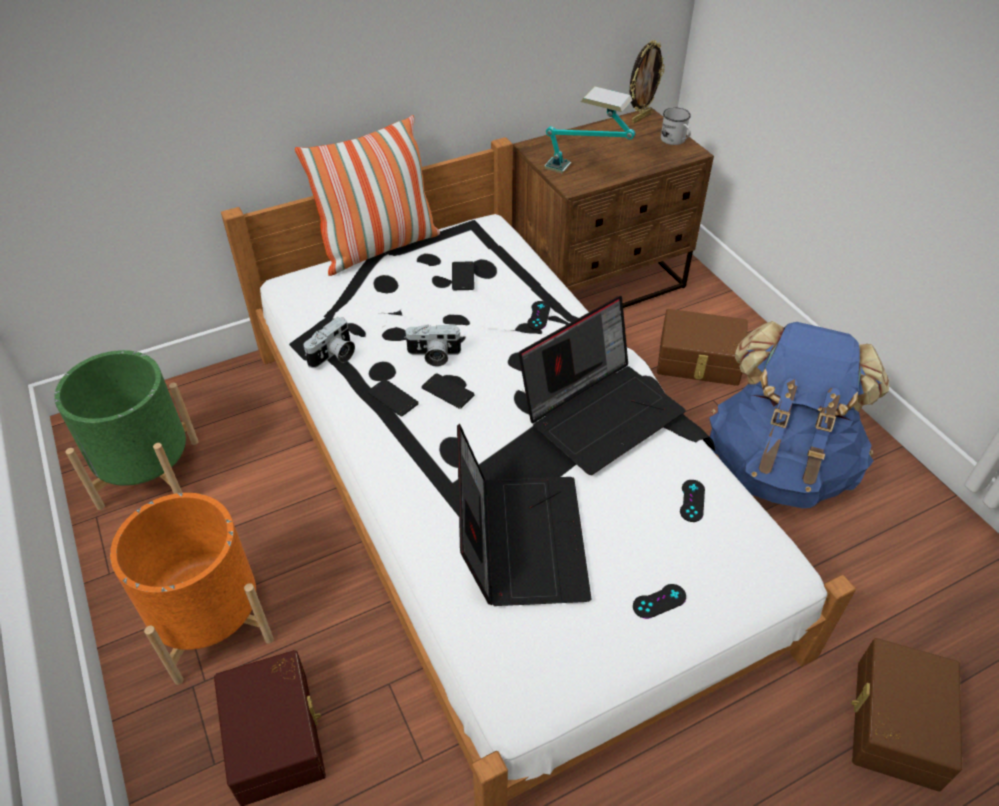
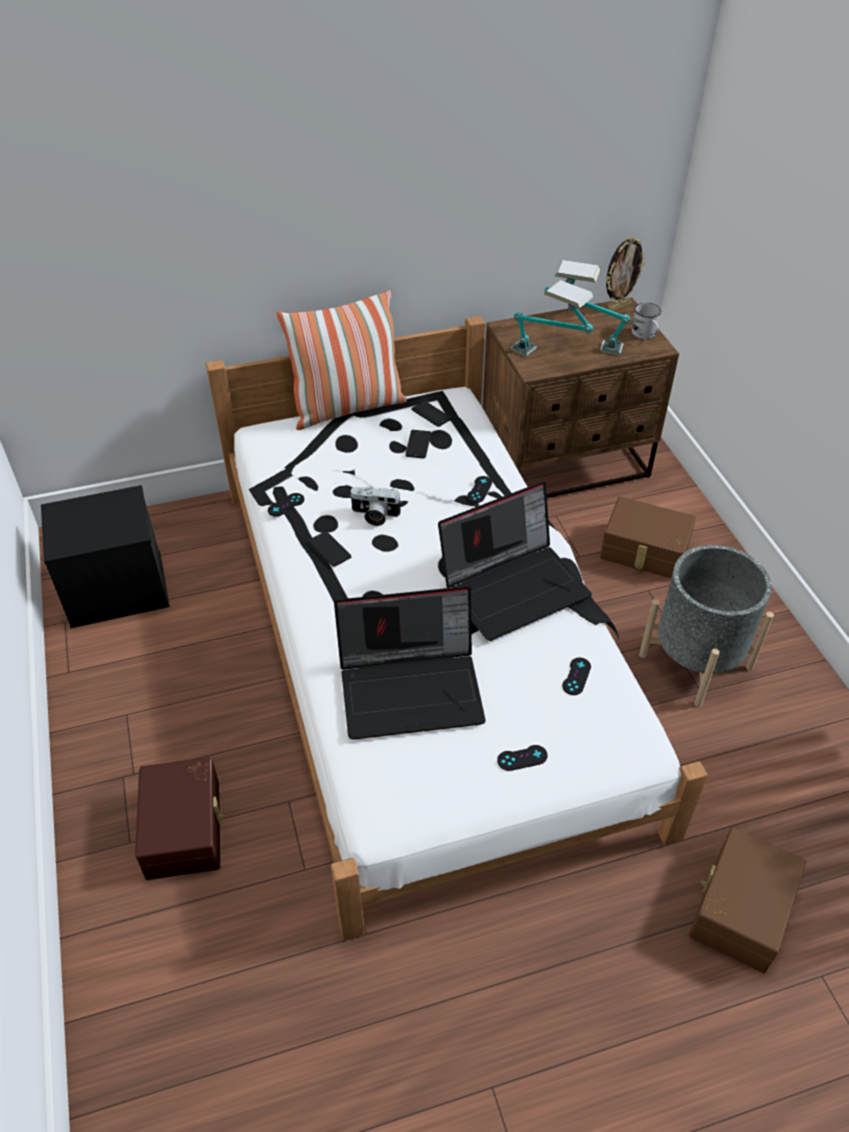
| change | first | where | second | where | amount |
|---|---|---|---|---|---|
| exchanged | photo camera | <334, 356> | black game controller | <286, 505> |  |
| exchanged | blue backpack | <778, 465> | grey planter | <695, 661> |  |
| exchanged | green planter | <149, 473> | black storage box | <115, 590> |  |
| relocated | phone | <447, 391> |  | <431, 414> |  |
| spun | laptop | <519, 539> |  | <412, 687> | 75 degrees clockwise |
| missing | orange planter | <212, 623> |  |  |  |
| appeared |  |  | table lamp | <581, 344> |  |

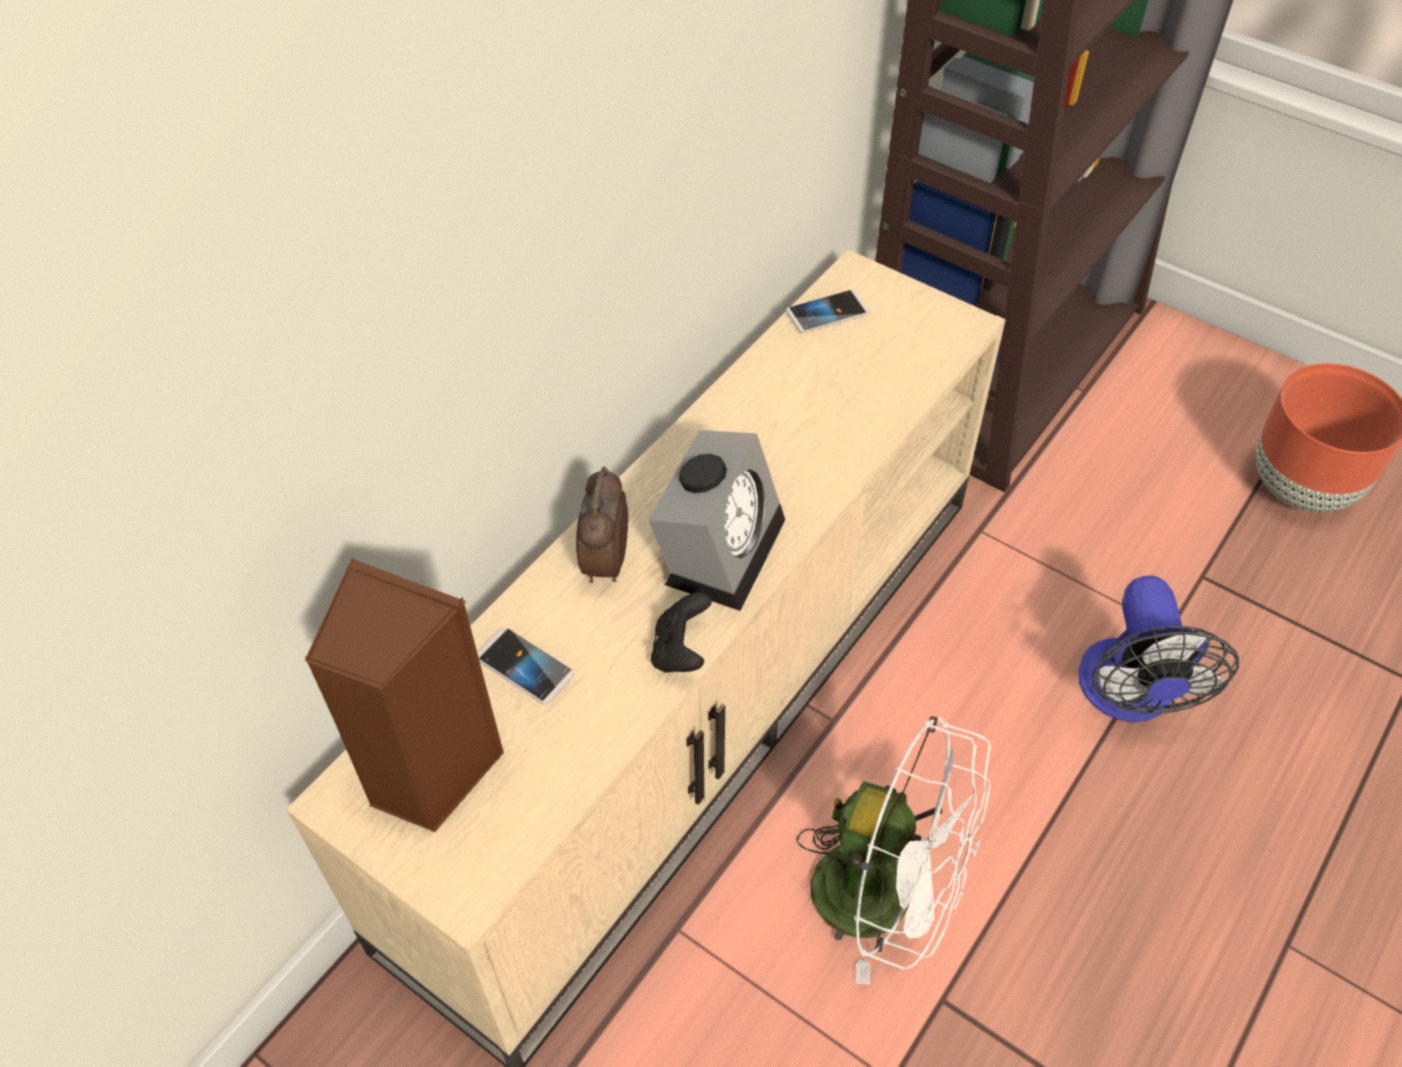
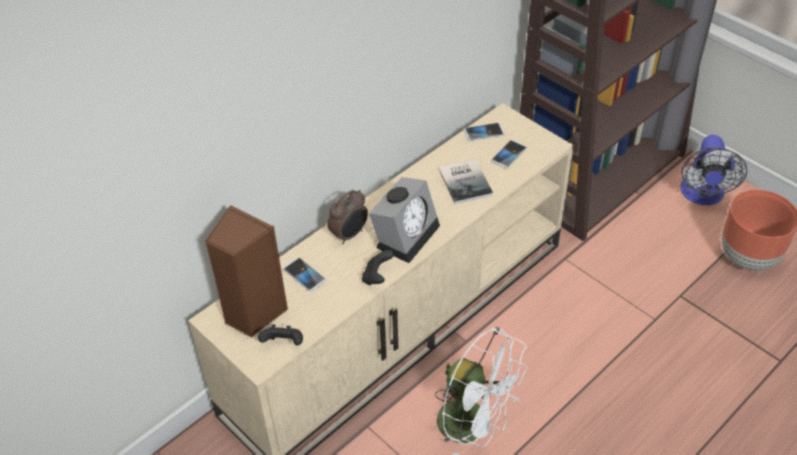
| change | first | where | second | where | amount |
|---|---|---|---|---|---|
| spun | alarm clock | <604, 563> |  | <350, 235> | 150 degrees counterclockwise |
| relocated | fan | <1129, 697> |  | <702, 195> |  |
| appeared |  |  | phone | <508, 154> |  |
| appeared |  |  | book | <466, 181> |  |
| appeared |  |  | black game controller | <283, 344> |  |

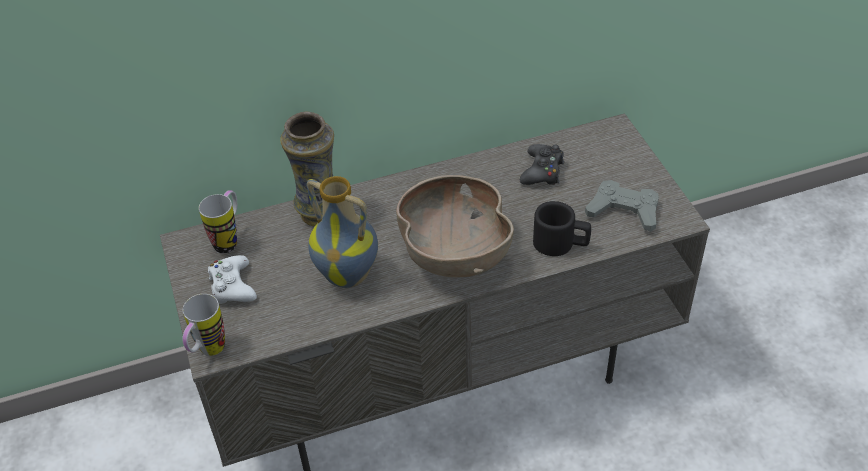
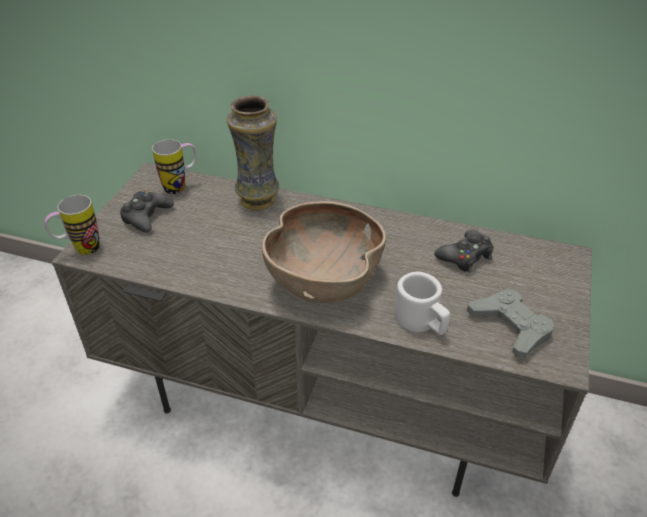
| change | first | where | second | where | amount |
|---|---|---|---|---|---|
| missing | vase | <349, 274> |  |  |  |
| colour | black mug | <561, 243> | white mug | <422, 322> |  |
| colour | white game controller | <232, 286> | black game controller | <146, 216> |  |

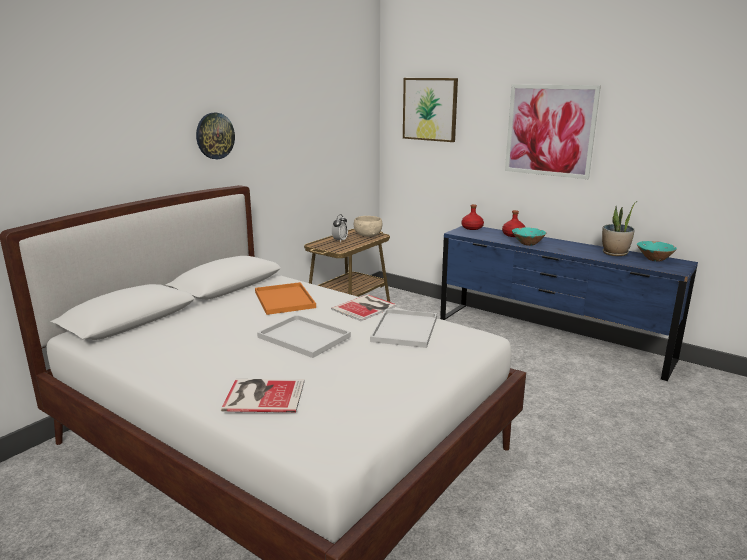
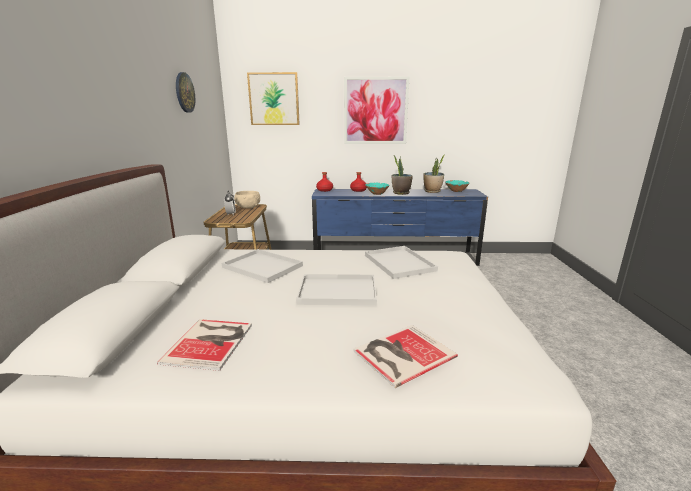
| change | first | where | second | where | amount |
|---|---|---|---|---|---|
| relocated | wall clock | <214, 136> |  | <184, 92> |  |
| colour | orange tray | <285, 300> | white tray | <264, 266> |  |
| relocated | book | <366, 308> |  | <211, 342> |  |
| appeared |  |  | potted plant | <401, 193> |  |

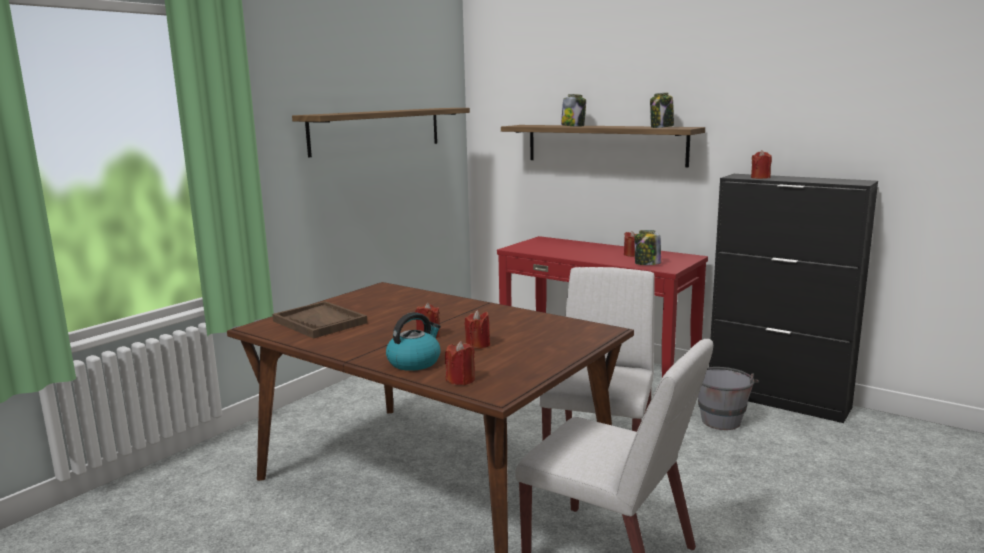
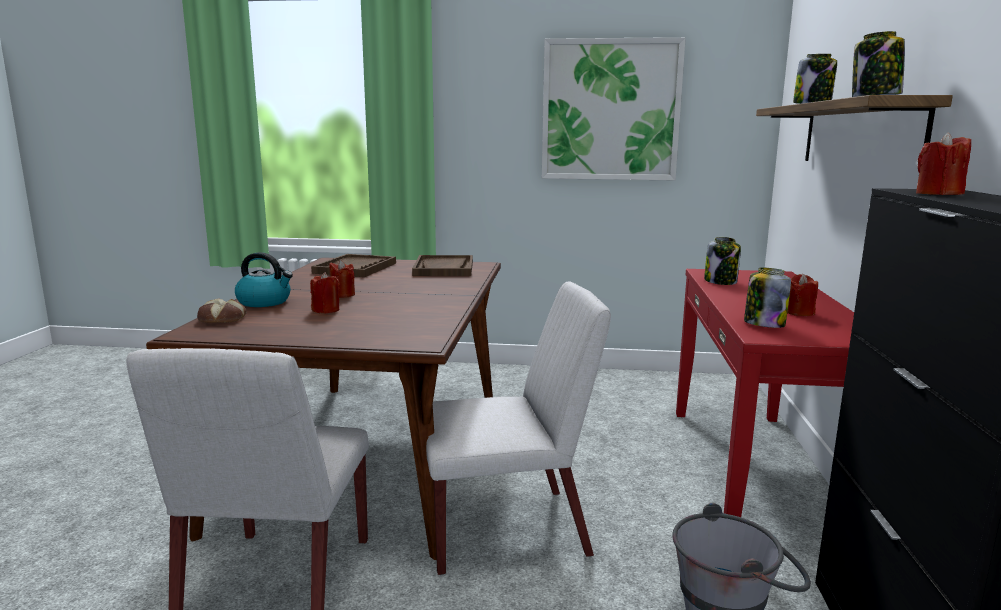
| change | first | where | second | where | amount |
|---|---|---|---|---|---|
| exchanged | shelf | <377, 130> | picture | <610, 110> |  |
| exchanged | red candle | <461, 380> | bread | <221, 319> |  |
| appeared |  |  | jar | <721, 281> |  |
| appeared |  |  | brown tray | <444, 268> |  |

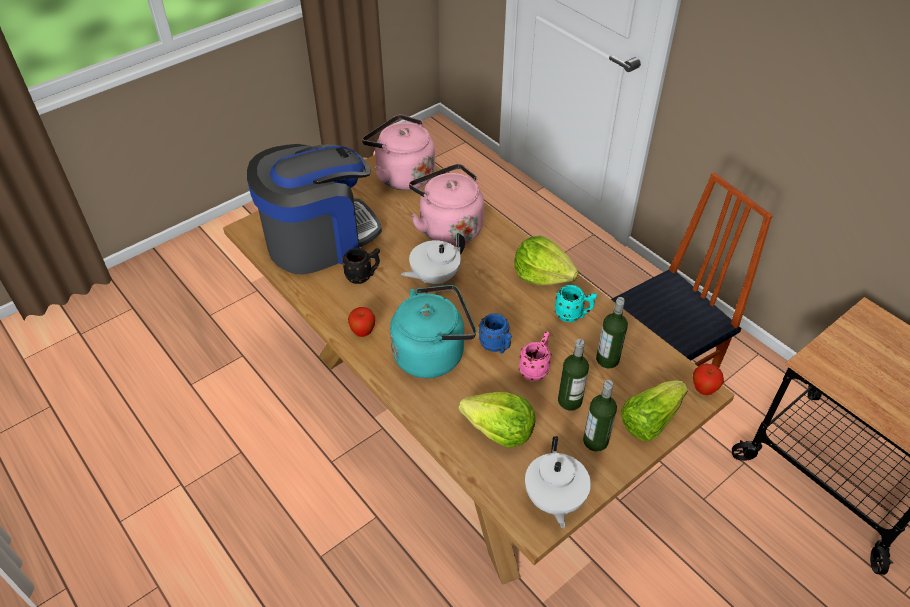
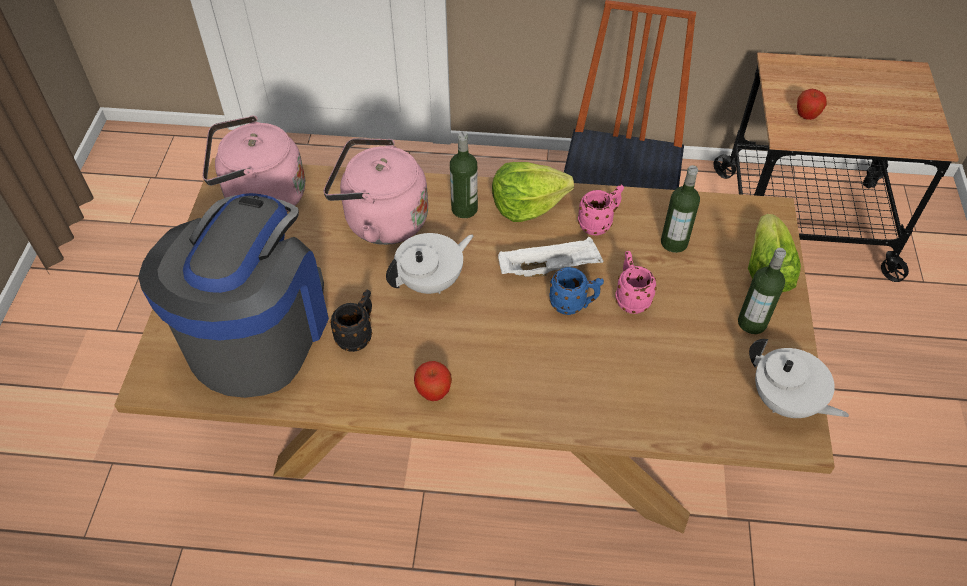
| change | first | where | second | where | amount |
|---|---|---|---|---|---|
| spun | white teapot | <434, 277> |  | <431, 281> | 135 degrees counterclockwise |
| missing | turquoise kettle | <433, 353> |  |  |  |
| colour | turquoise mug | <573, 315> | pink mug | <599, 223> |  |
| relocated | bottle | <569, 401> |  | <464, 209> |  |
| relocated | apple | <703, 389> |  | <806, 116> |  |
| missing | lettuce | <499, 431> |  |  |  |
| appeared |  |  | white tray | <550, 268> |  |

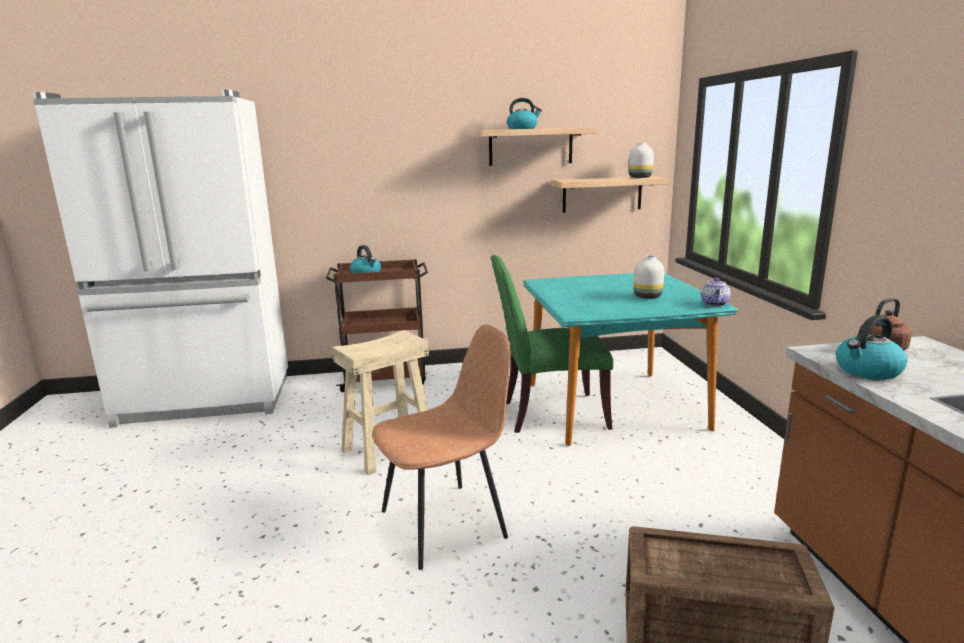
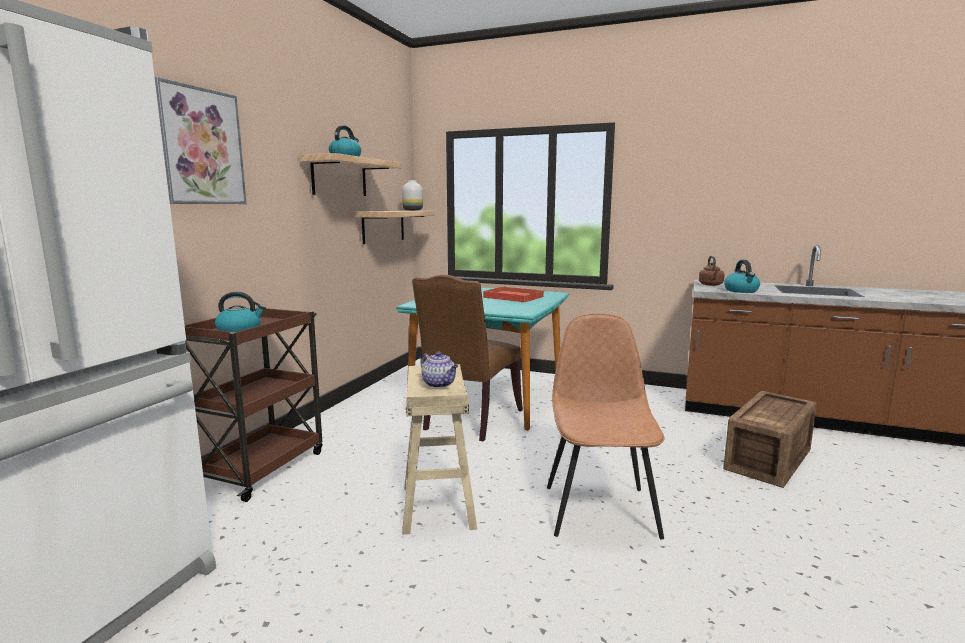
| change | first | where | second | where | amount |
|---|---|---|---|---|---|
| colour | green chair | <549, 414> | brown chair | <470, 421> |  |
| exchanged | white vase | <646, 296> | red tray | <512, 297> |  |
| relocated | teapot | <715, 304> |  | <439, 384> |  |
| appeared |  |  | picture | <200, 147> |  |

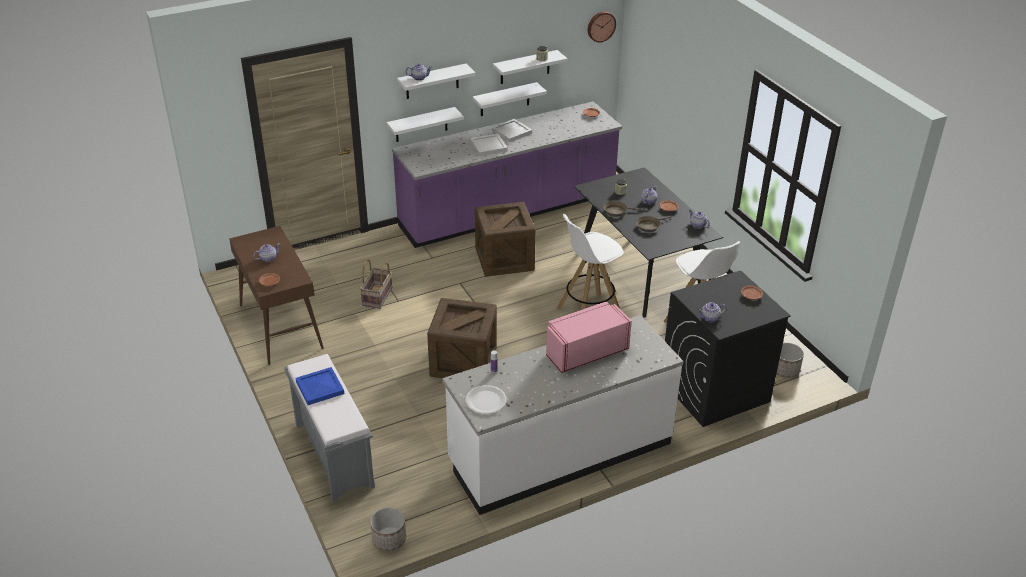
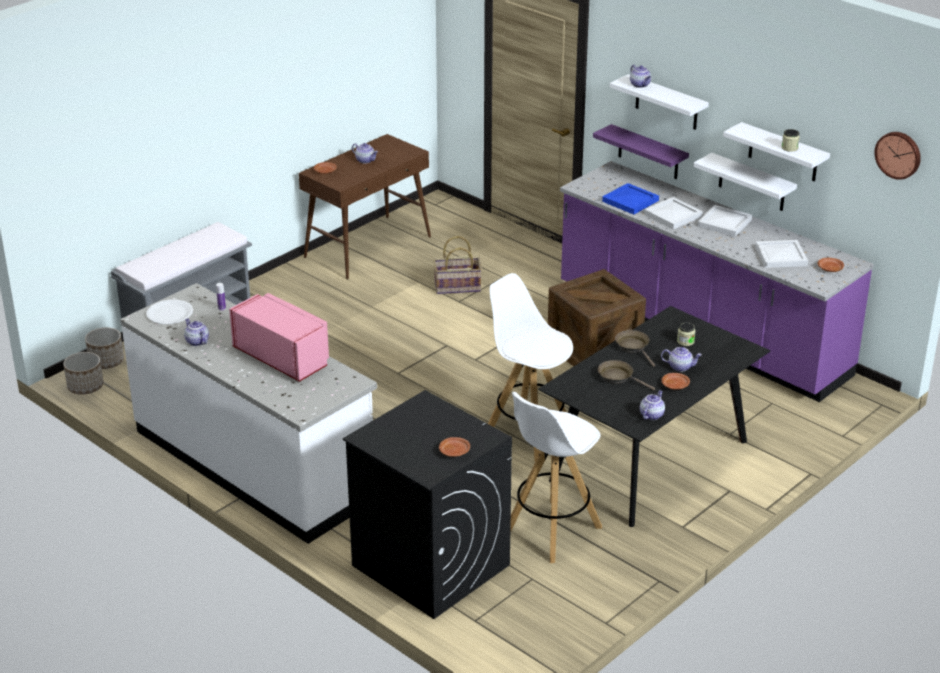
| change | first | where | second | where | amount |
|---|---|---|---|---|---|
| colour | white shelf | <421, 125> | purple shelf | <648, 153> |  |
| missing | crate | <463, 362> |  |  |  |
| relocated | teapot | <709, 318> |  | <196, 341> |  |
| relocated | planter | <785, 370> |  | <106, 361> |  |
| relocated | blue tray | <319, 388> |  | <629, 201> |  |
| appeared |  |  | white tray | <781, 256> |  |

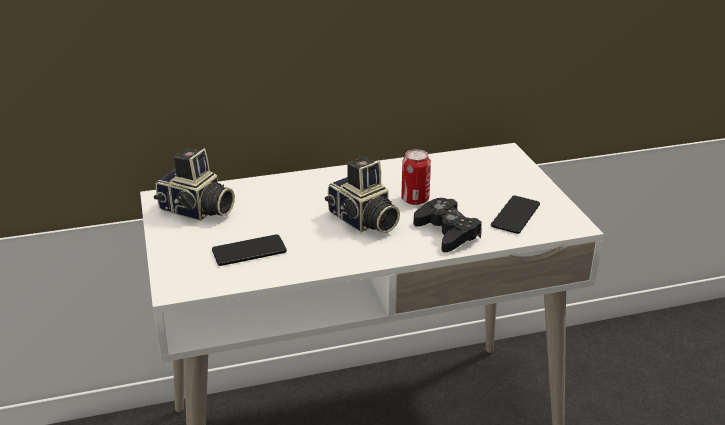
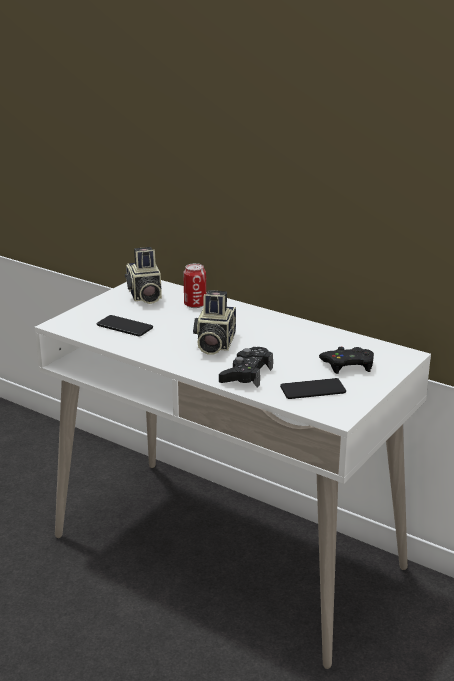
| change | first | where | second | where | amount |
|---|---|---|---|---|---|
| relocated | can | <415, 199> |  | <195, 304> |  |
| appeared |  |  | black game controller | <348, 365> |  |

